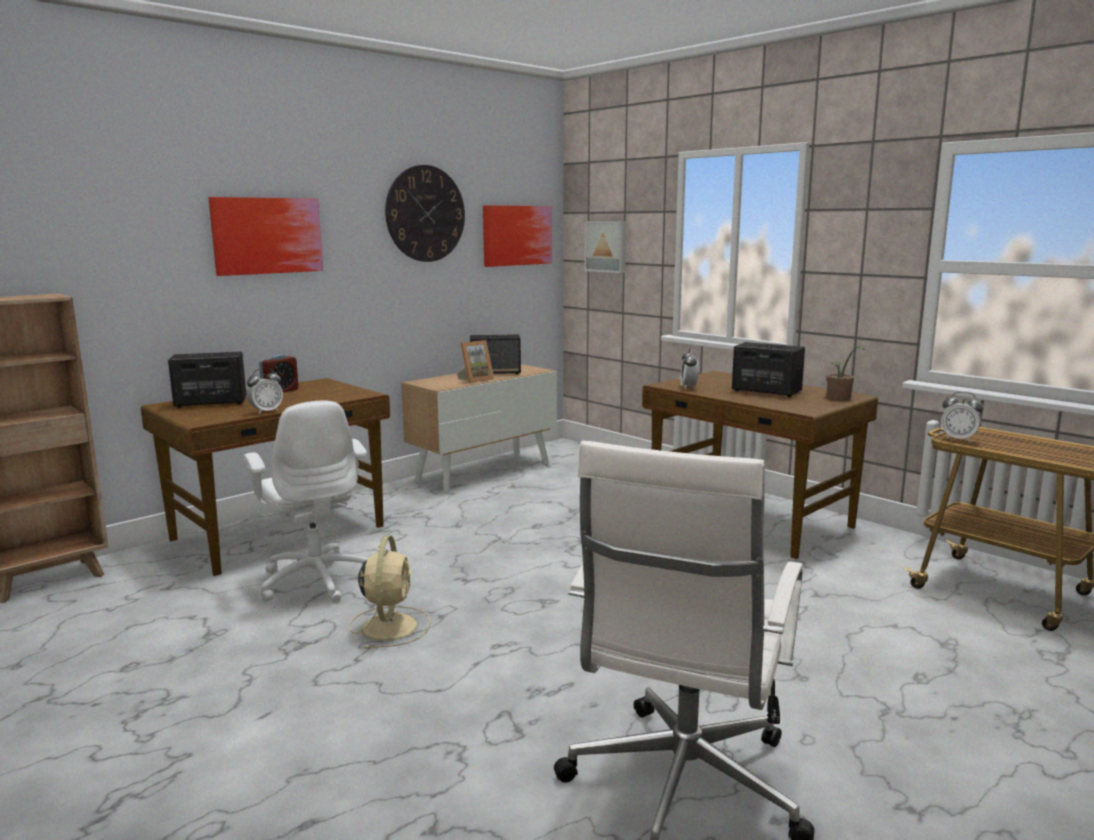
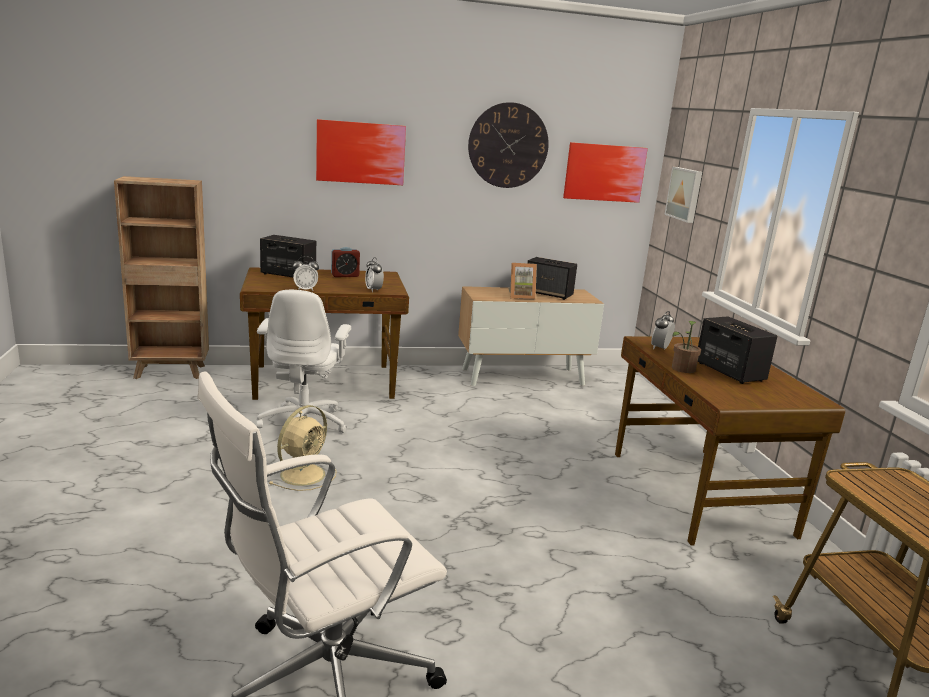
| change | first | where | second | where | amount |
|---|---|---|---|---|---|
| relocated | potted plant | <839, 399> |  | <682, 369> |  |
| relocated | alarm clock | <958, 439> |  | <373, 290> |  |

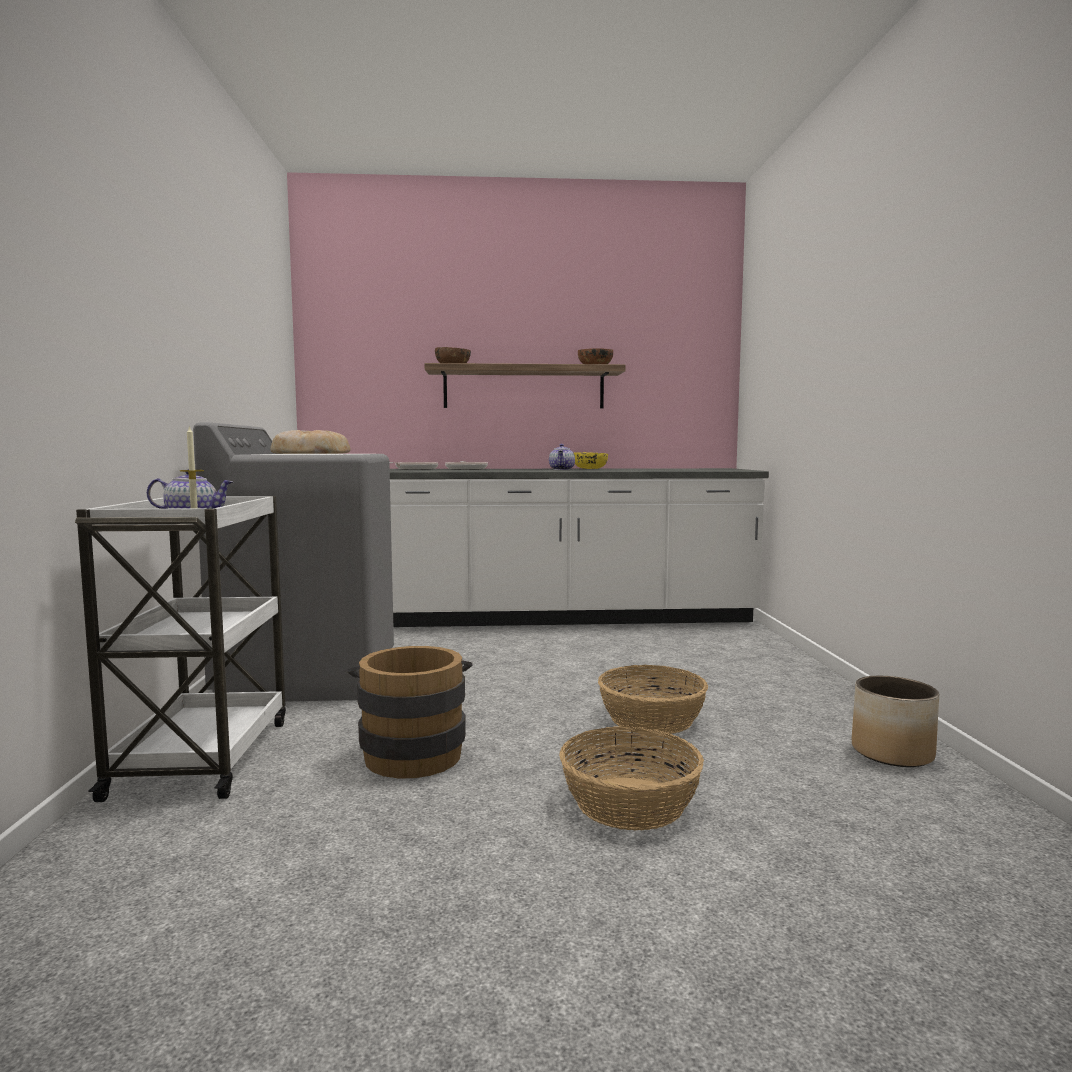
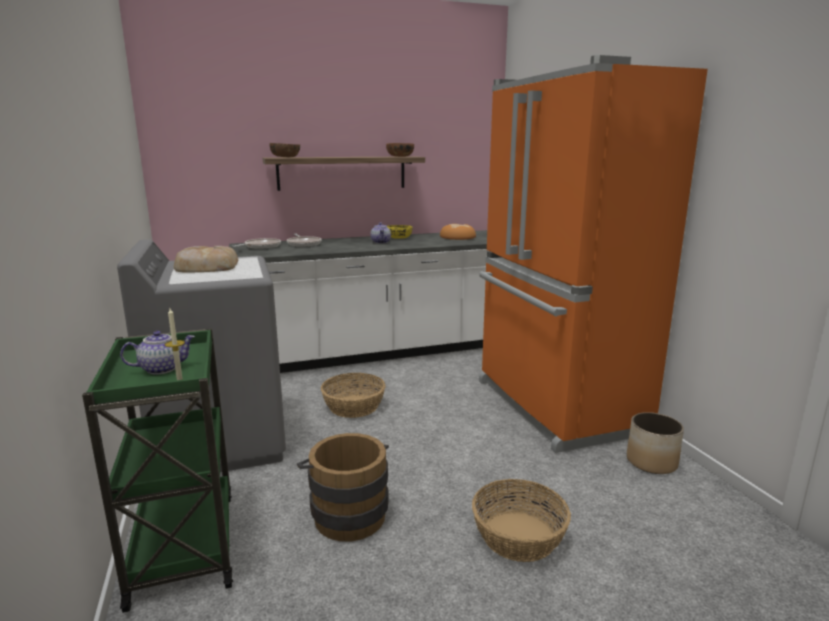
| change | first | where | second | where | amount |
|---|---|---|---|---|---|
| colour | white cart | <203, 756> | green cart | <184, 544> |  |
| relocated | basket | <651, 718> |  | <353, 406> |  |
| appeared |  |  | orange fridge | <555, 406> |  |
| appeared |  |  | bread | <458, 237> |  |

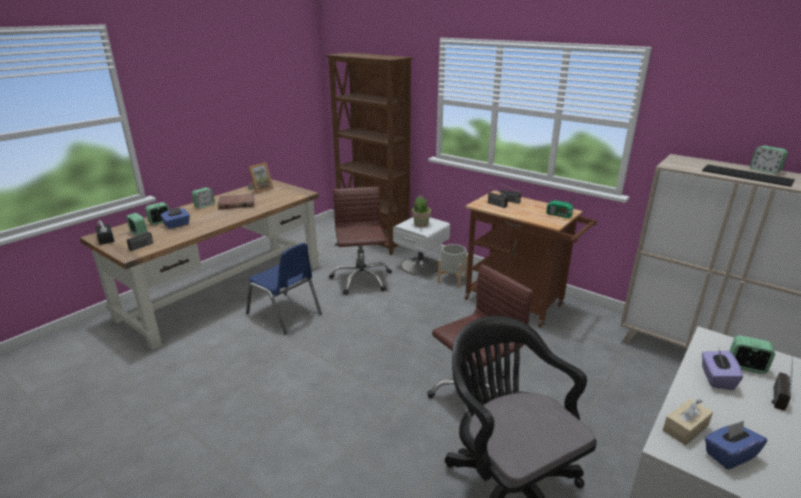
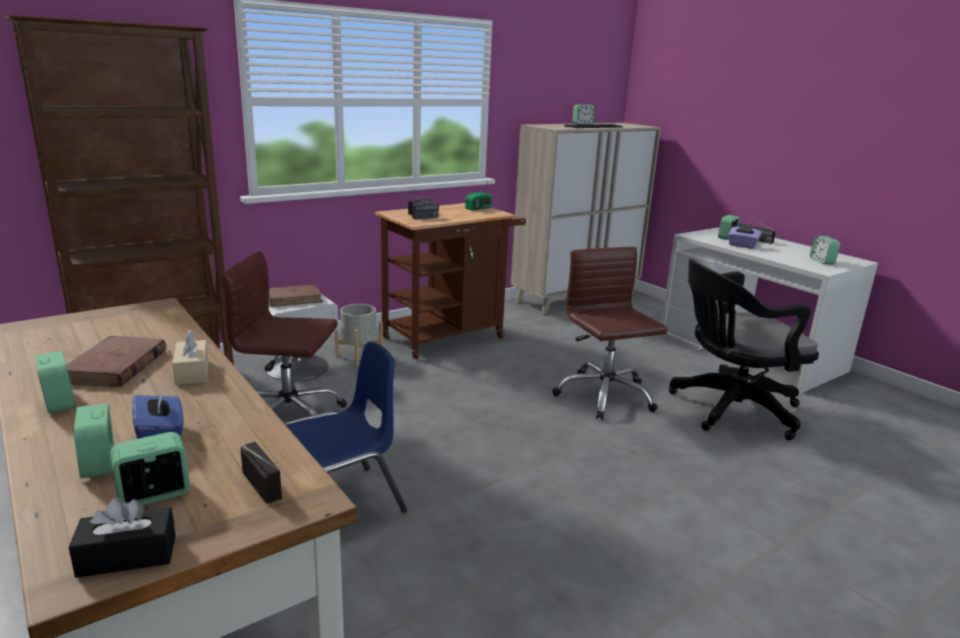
| change | first | where | second | where | amount |
|---|---|---|---|---|---|
| missing | picture frame | <261, 190> |  |  |  |
| exchanged | potted plant | <421, 224> | brown book | <294, 299> |  |
| relocated | beige tissue box | <685, 428> |  | <192, 372> |  |
| exchanged | blue tissue box | <729, 455> | alarm clock | <822, 261> |  |

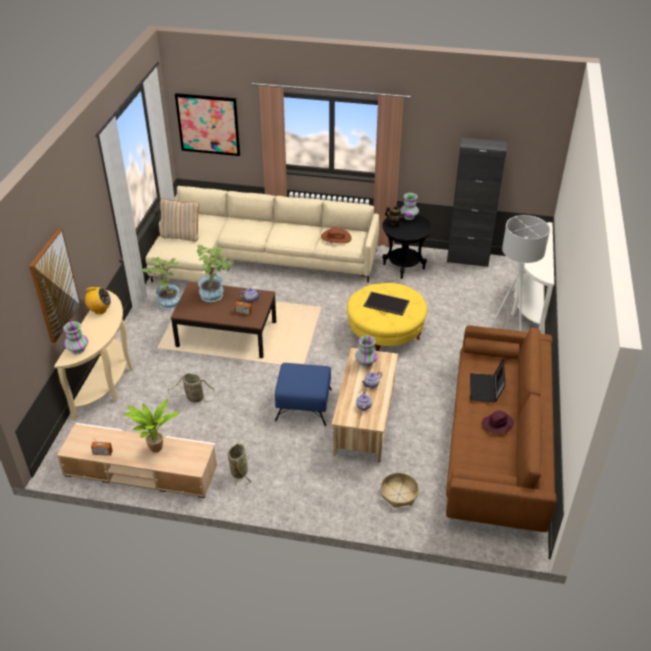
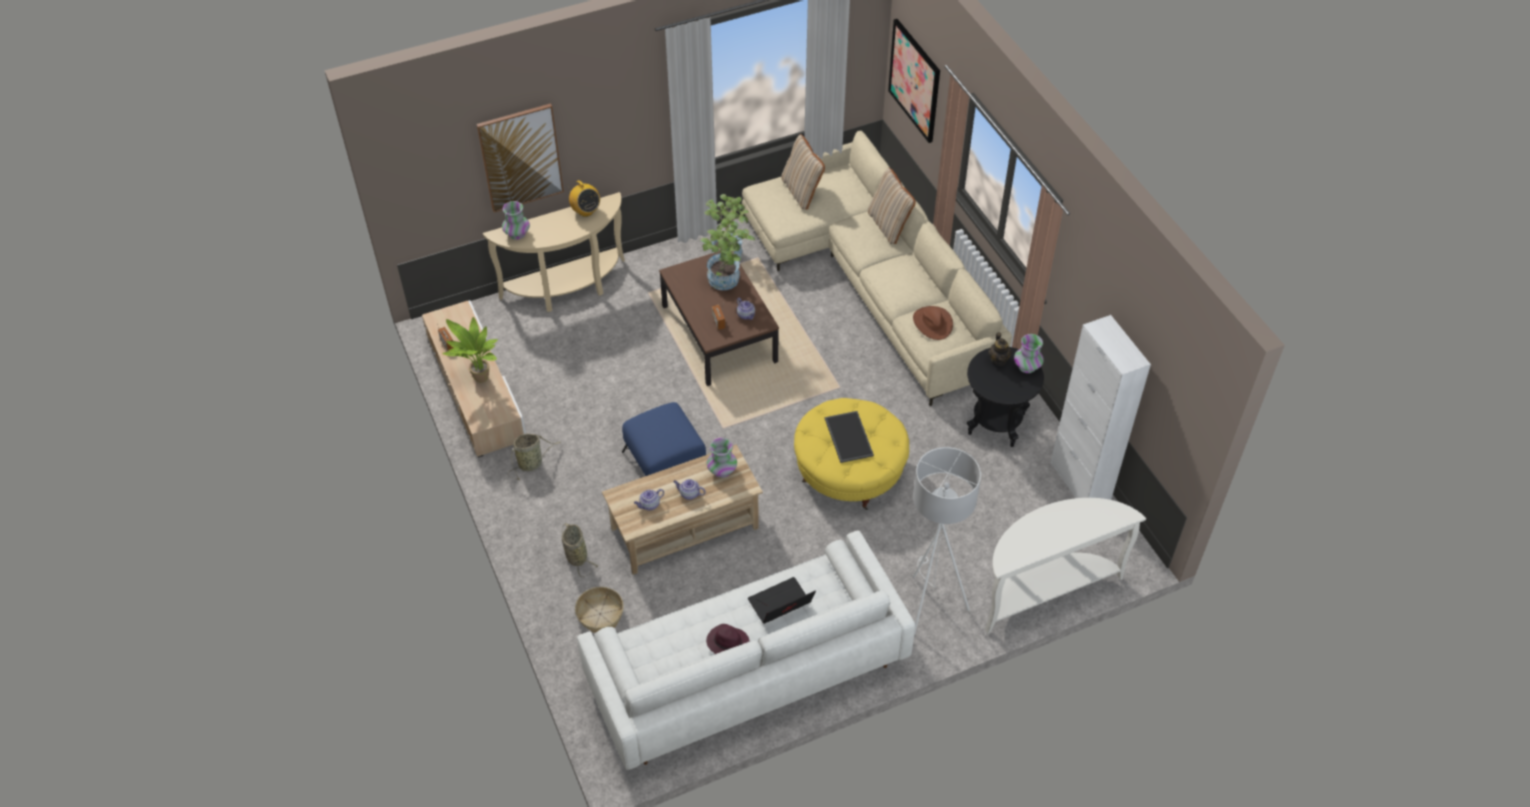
| change | first | where | second | where | amount |
|---|---|---|---|---|---|
| colour | black cabinet | <467, 259> | white cabinet | <1080, 482> |  |
| colour | brown sofa | <497, 444> | white sofa | <746, 671> |  |
| relocated | basket | <193, 398> |  | <576, 556> |  |
| appeared |  |  | beige pillow | <889, 225> |  |

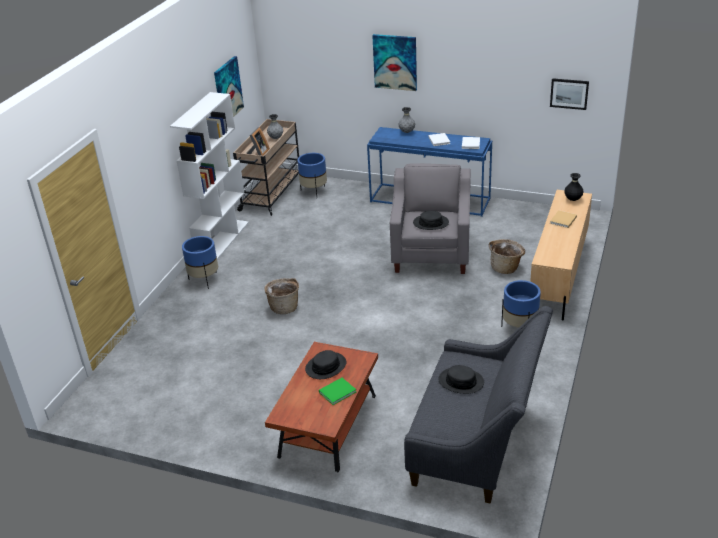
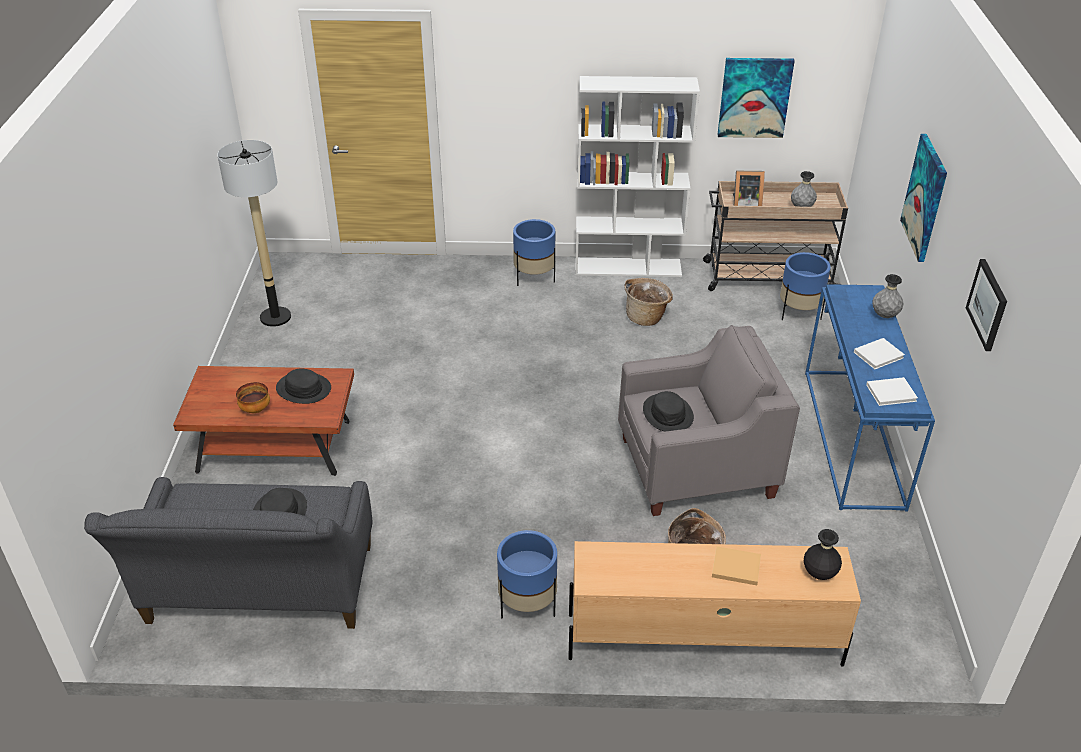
| change | first | where | second | where | amount |
|---|---|---|---|---|---|
| relocated | picture | <569, 93> |  | <988, 304> |  |
| relocated | basket | <284, 307> |  | <646, 317> |  |
| exchanged | green book | <338, 391> | bowl | <256, 409> |  |
| appeared |  |  | floor lamp | <275, 317> |  |

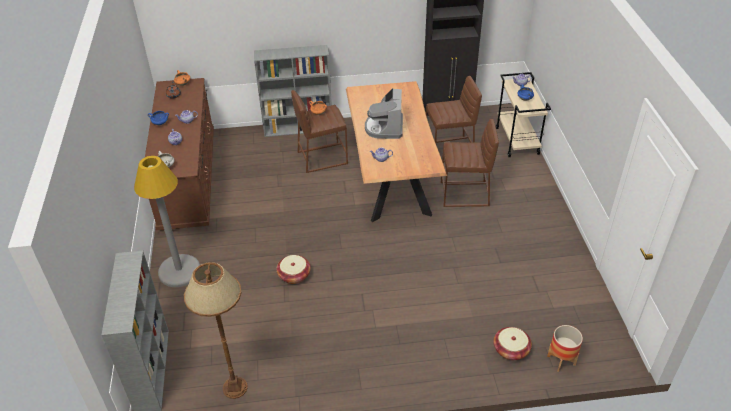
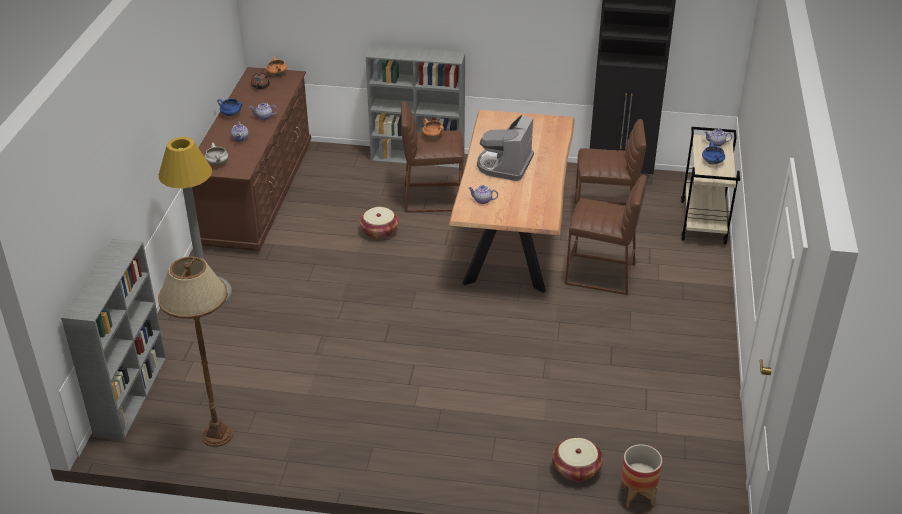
| change | first | where | second | where | amount |
|---|---|---|---|---|---|
| relocated | basket | <294, 275> |  | <379, 231> |  |

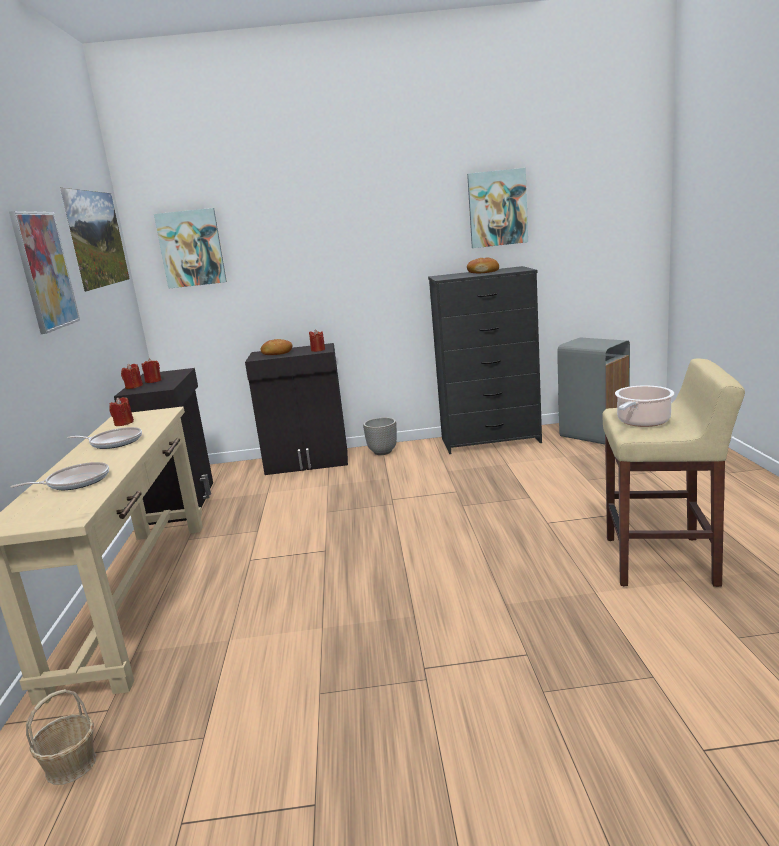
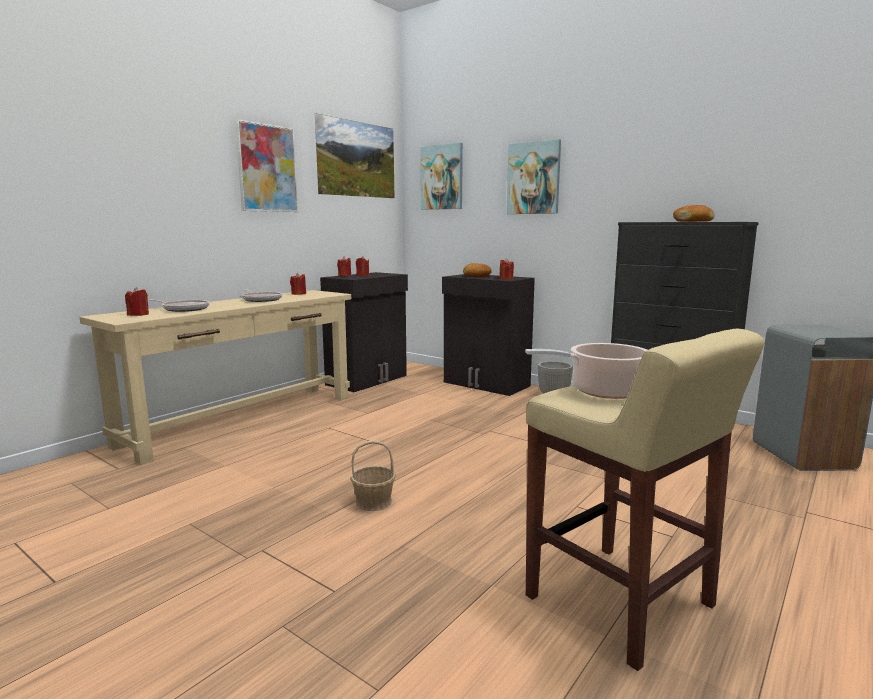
| change | first | where | second | where | amount |
|---|---|---|---|---|---|
| relocated | picture | <497, 208> |  | <534, 178> |  |
| relocated | basket | <71, 765> |  | <374, 502> |  |
| appeared |  |  | red candle | <138, 315> |  |

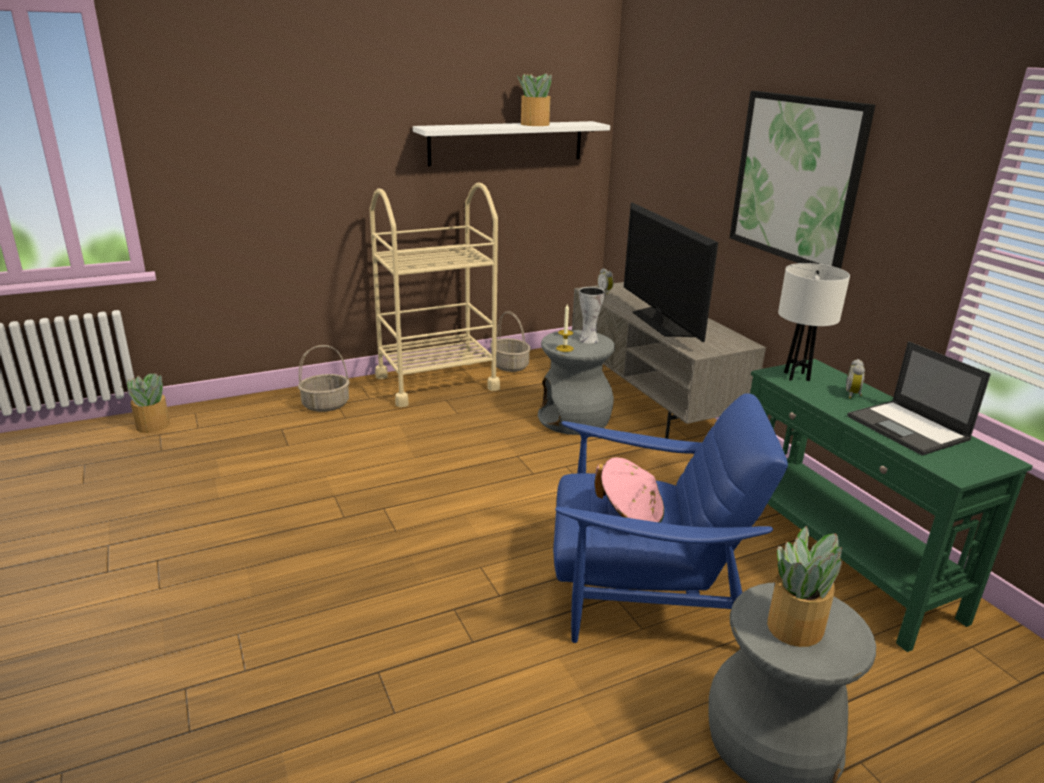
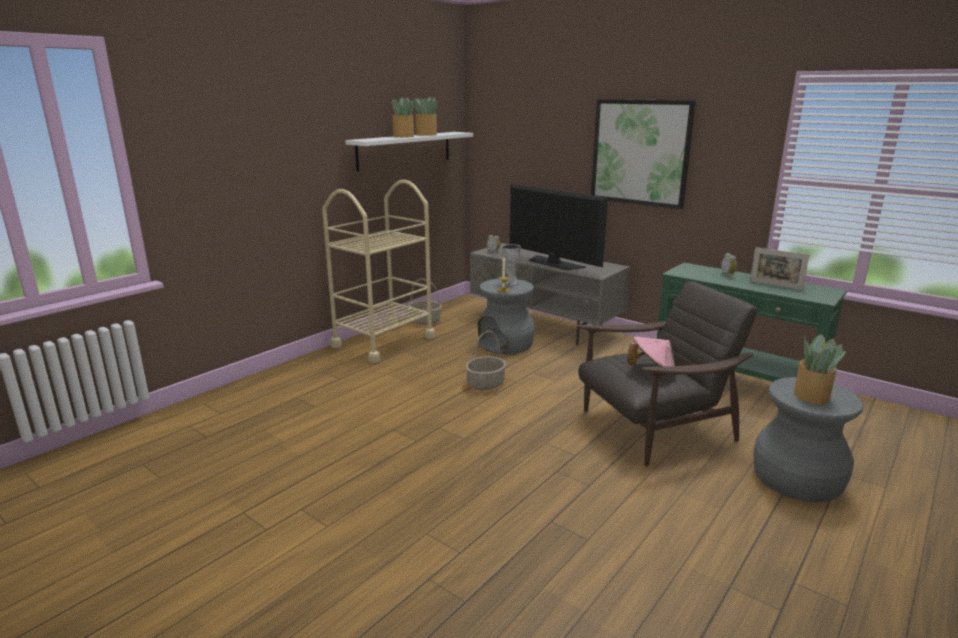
| change | first | where | second | where | amount |
|---|---|---|---|---|---|
| missing | white table lamp | <796, 376> |  |  |  |
| exchanged | laptop | <908, 428> | picture frame | <775, 285> |  |
| relocated | basket | <325, 405> |  | <485, 384> |  |
| relocated | potted plant | <152, 426> |  | <403, 136> |  |
| colour | blue armchair | <644, 590> | brown armchair | <654, 427> |  |

